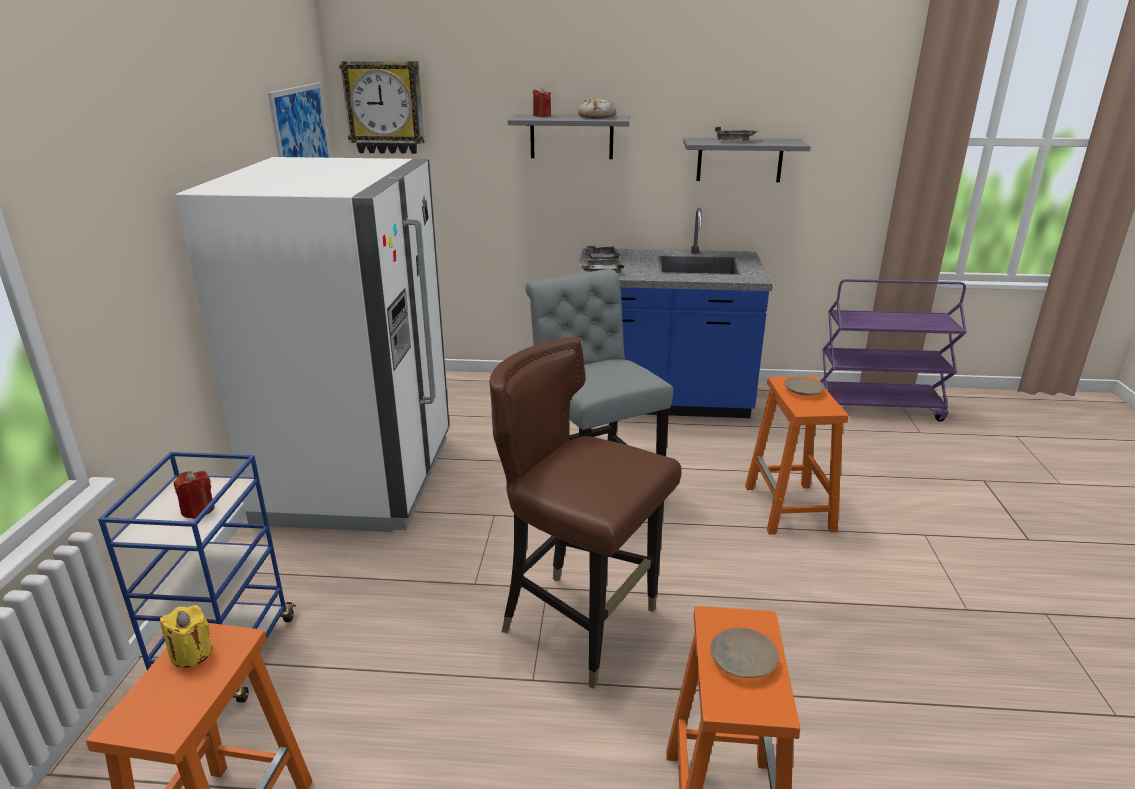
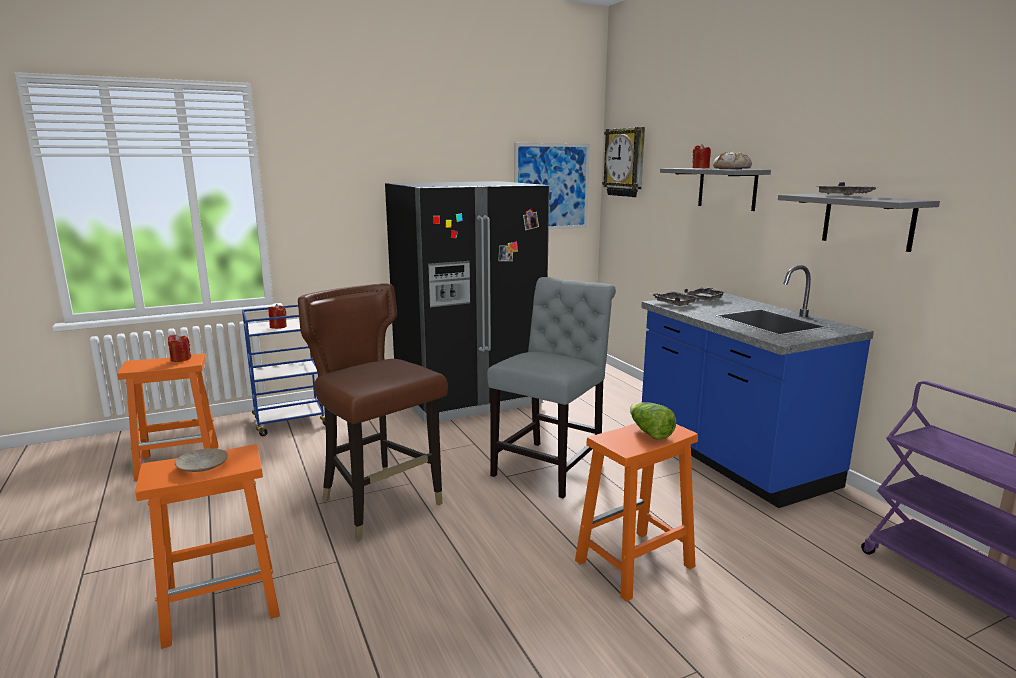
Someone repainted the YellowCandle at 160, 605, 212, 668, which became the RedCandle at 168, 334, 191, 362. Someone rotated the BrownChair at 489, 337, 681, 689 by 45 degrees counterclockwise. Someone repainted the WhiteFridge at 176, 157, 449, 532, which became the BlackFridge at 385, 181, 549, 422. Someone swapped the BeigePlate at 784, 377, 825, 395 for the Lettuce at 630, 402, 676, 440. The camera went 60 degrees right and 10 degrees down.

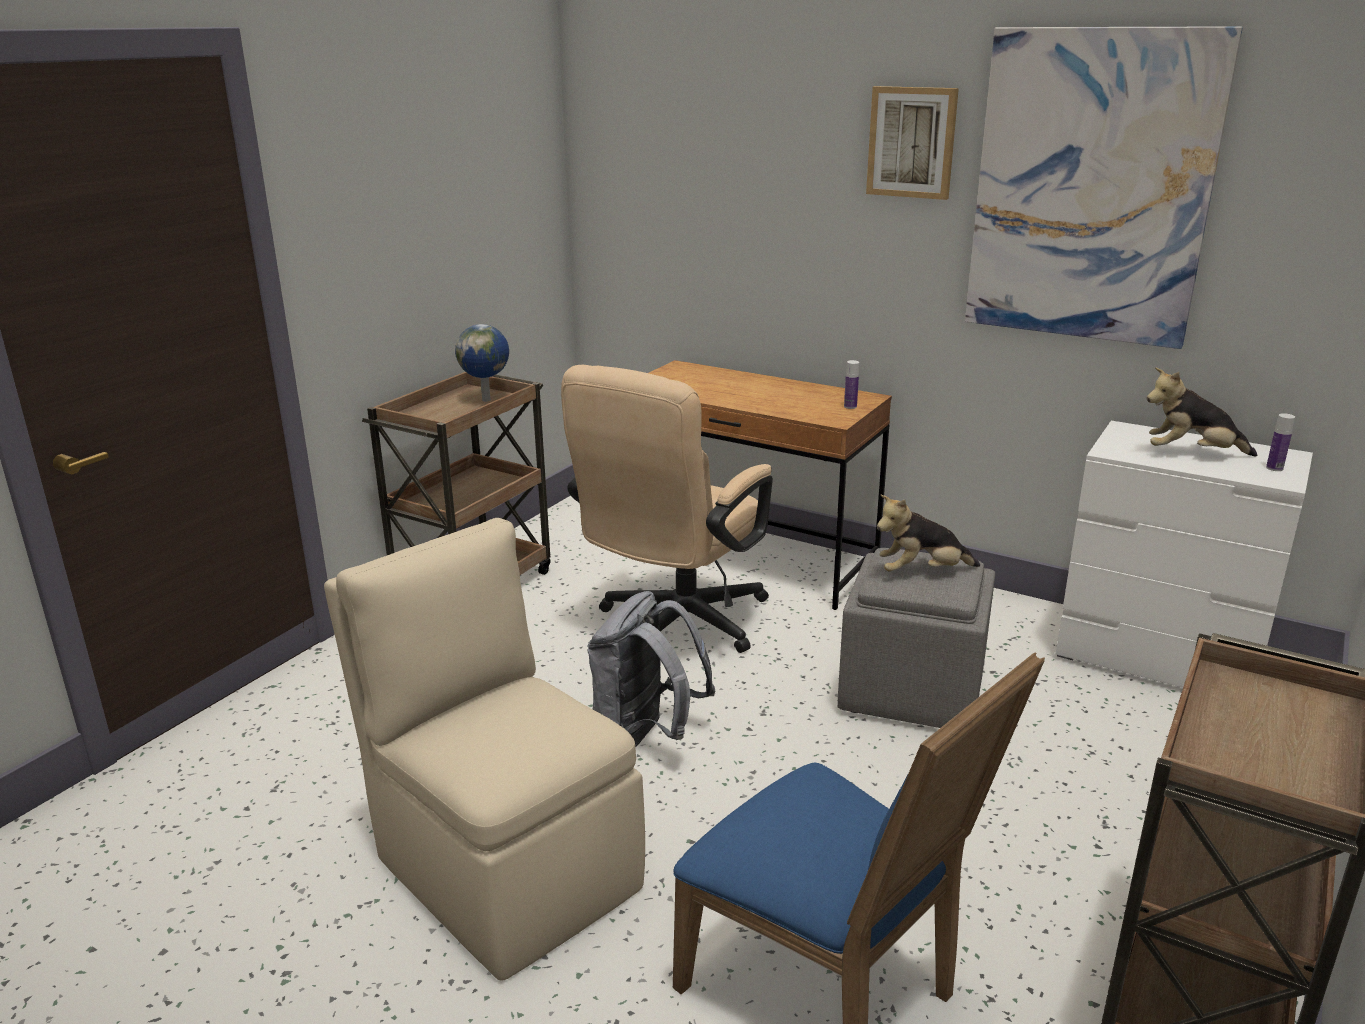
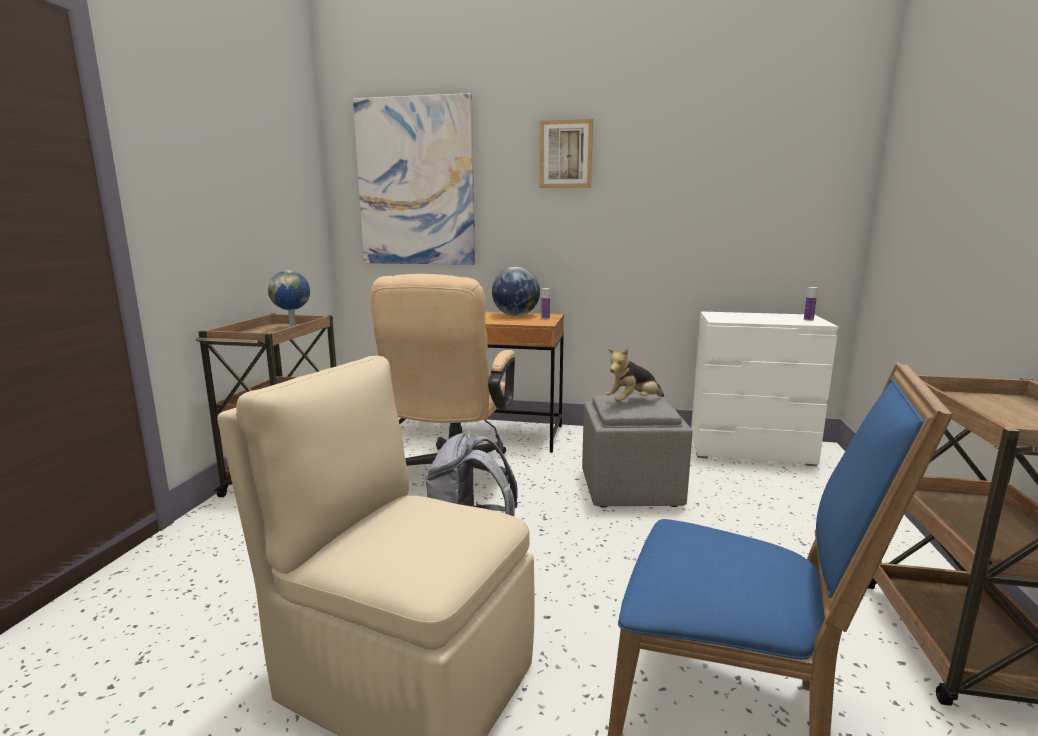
Someone carried the Picture from 965, 26, 1243, 349 to 353, 93, 475, 265. Someone put down the Globe at 492, 267, 540, 316. Someone took away the PlushToy at 1147, 367, 1257, 457. The camera went 20 degrees left and 10 degrees down.

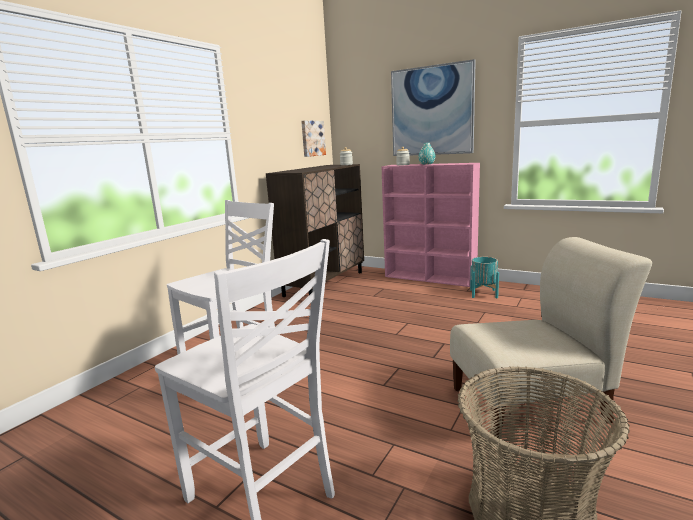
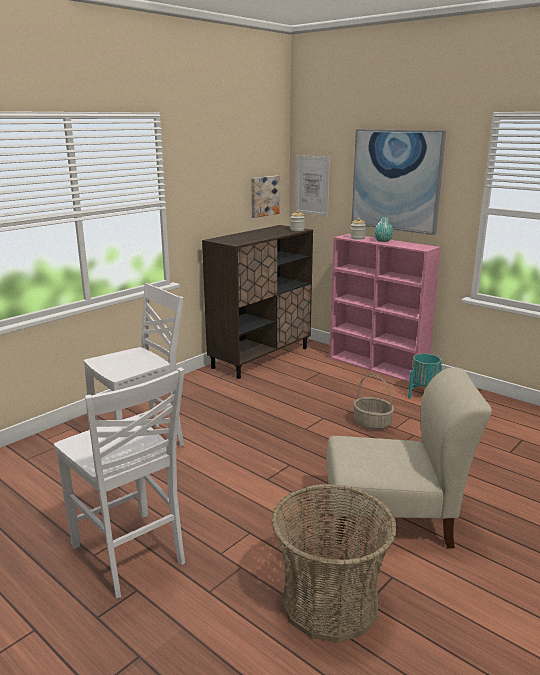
Someone put up the Picture at 296, 155, 330, 217. Someone put down the Basket at 353, 374, 394, 430. The camera went 10 degrees right and 5 degrees up.

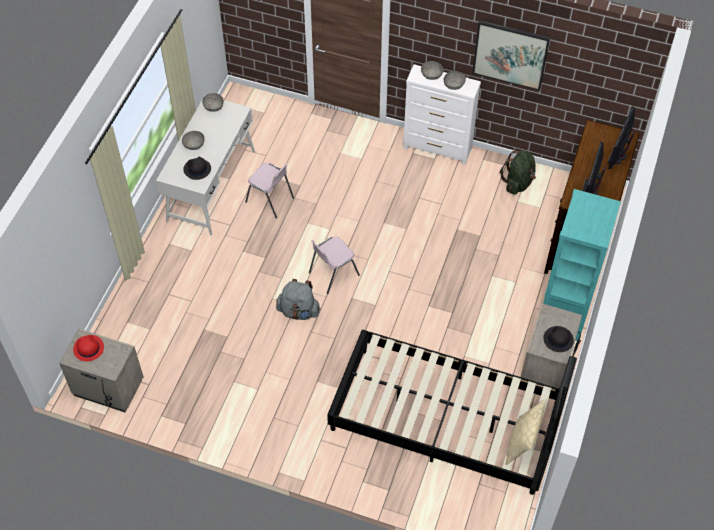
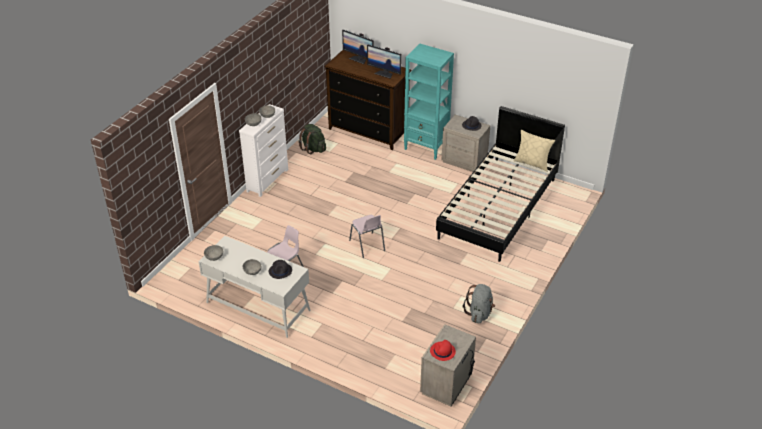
Someone carried the GreyBackpack from 276, 279, 321, 320 to 463, 284, 495, 323. Someone took away the Picture at 472, 20, 550, 91. The camera went 80 degrees left and 15 degrees down.

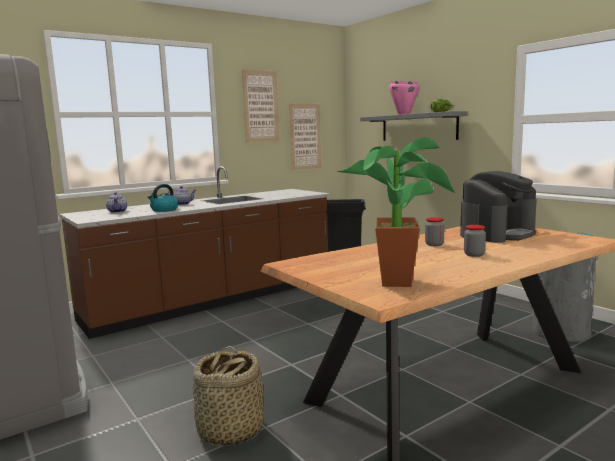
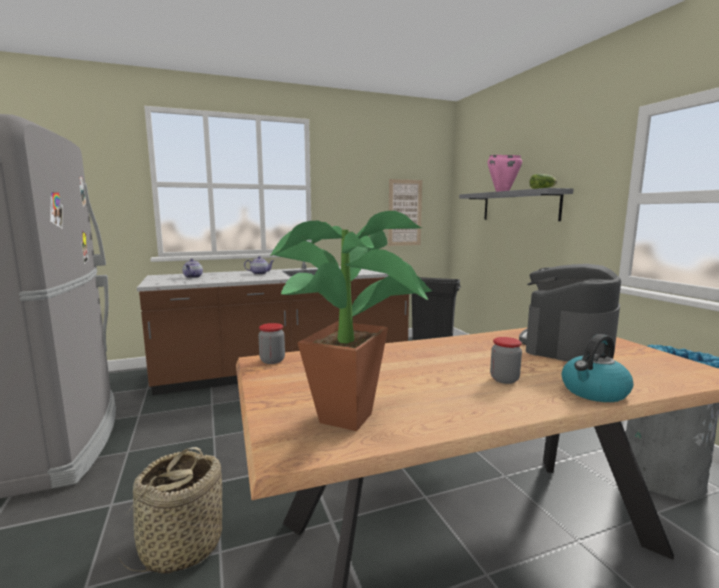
Someone carried the Jar from 425, 217, 444, 246 to 258, 323, 285, 364. Someone rotated the CoffeeMachine at 460, 171, 537, 243 by 150 degrees clockwise. Someone carried the Kettle from 148, 184, 178, 212 to 562, 334, 633, 402. Someone took away the Picture at 242, 69, 279, 142. The camera went 15 degrees right and 0 degrees up.

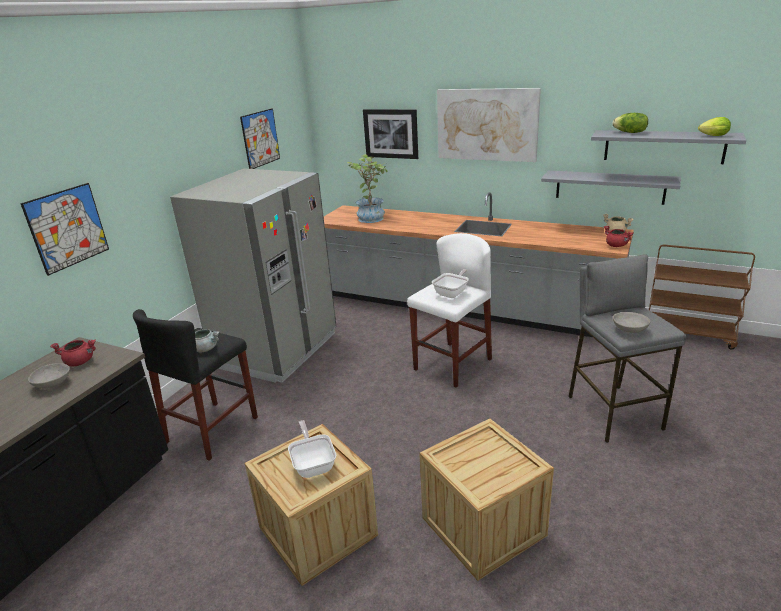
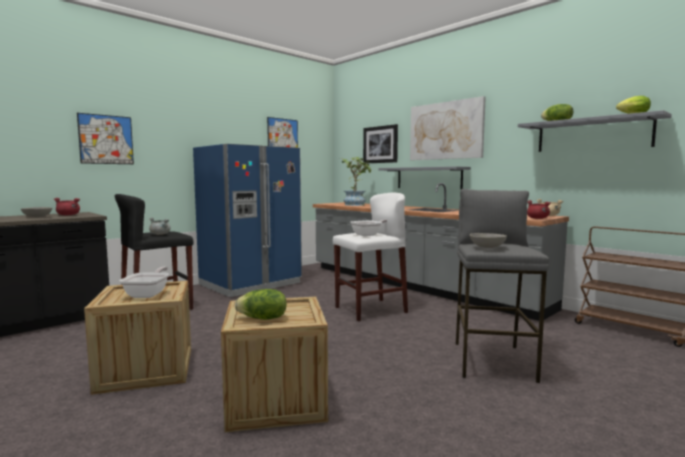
Someone repainted the GreyFridge at 170, 169, 336, 383, which became the BlueFridge at 193, 144, 302, 297. Someone put down the Lettuce at 235, 289, 287, 320. Someone carried the GreyShelf from 541, 170, 681, 205 to 379, 166, 471, 189. The camera went 20 degrees right and 20 degrees down.

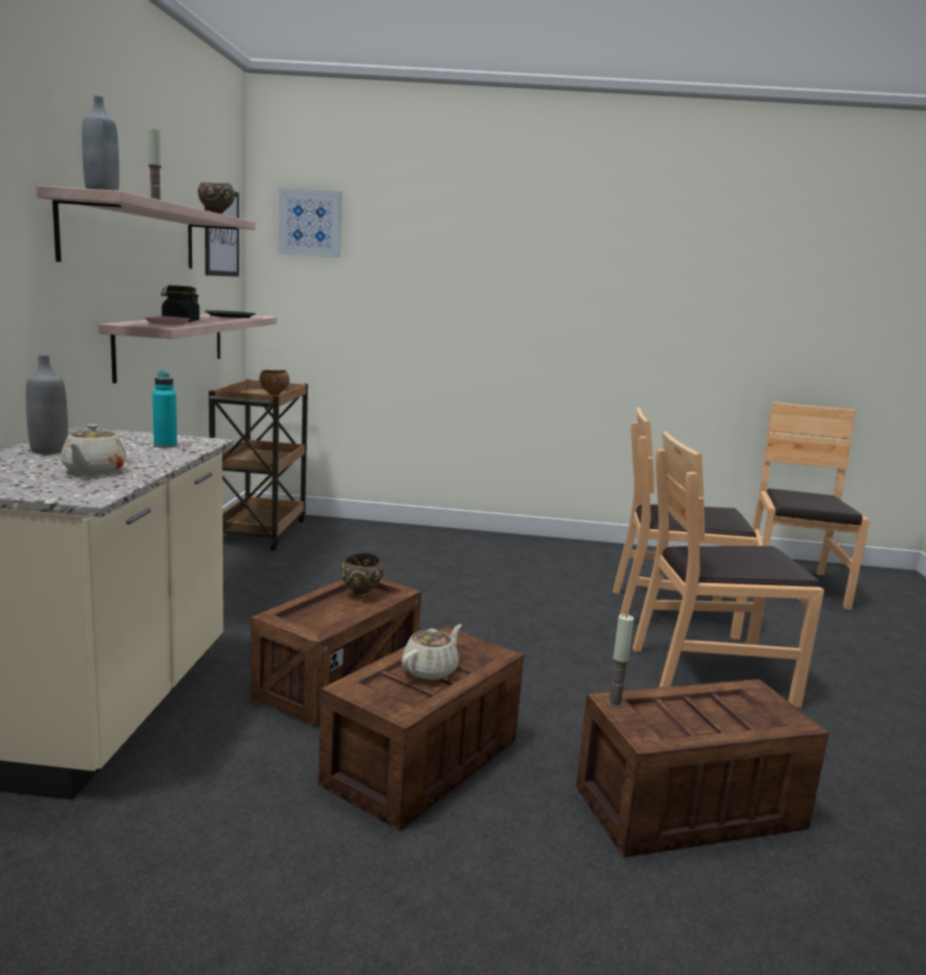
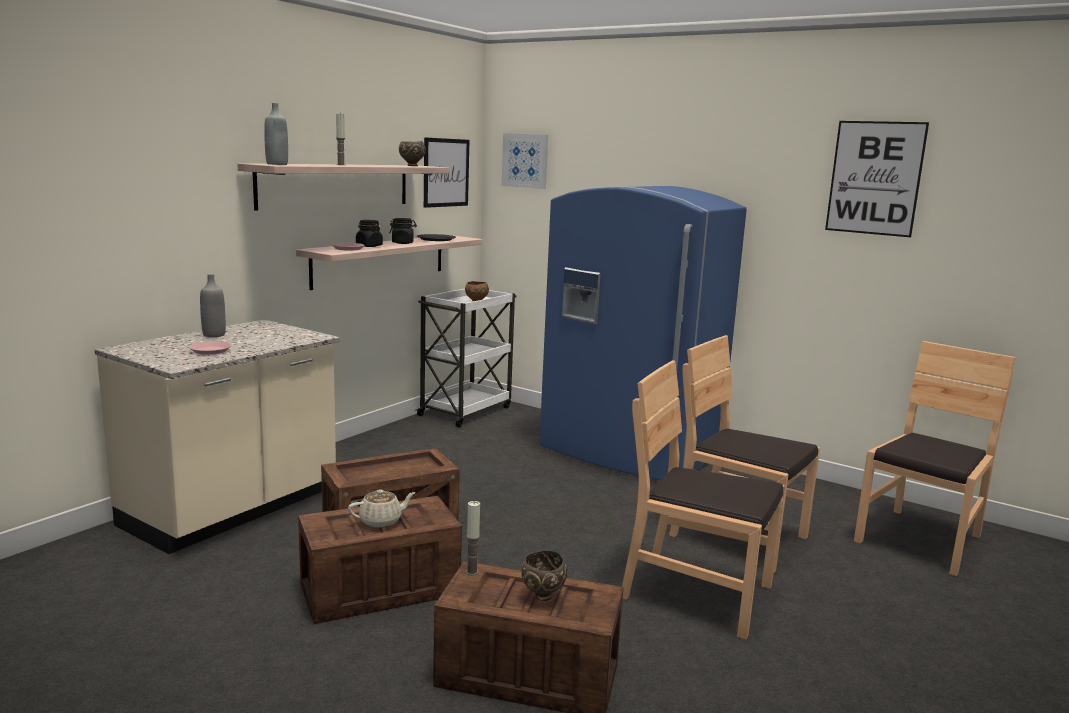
Someone swapped the BeigeTeapot at 61, 424, 127, 475 for the PinkPlate at 189, 341, 231, 355. Someone put down the BlackJar at 389, 218, 417, 244. Someone repainted the BrownCart at 209, 379, 308, 551, which became the WhiteCart at 416, 289, 516, 427. Someone carried the BrownBowl from 341, 553, 383, 598 to 521, 551, 568, 601. Someone put down the BlueFridge at 539, 186, 747, 480. Someone put up the Picture at 825, 121, 929, 237. Someone took away the TurquoiseBottle at 152, 371, 177, 448. The camera went 30 degrees right and 0 degrees up.

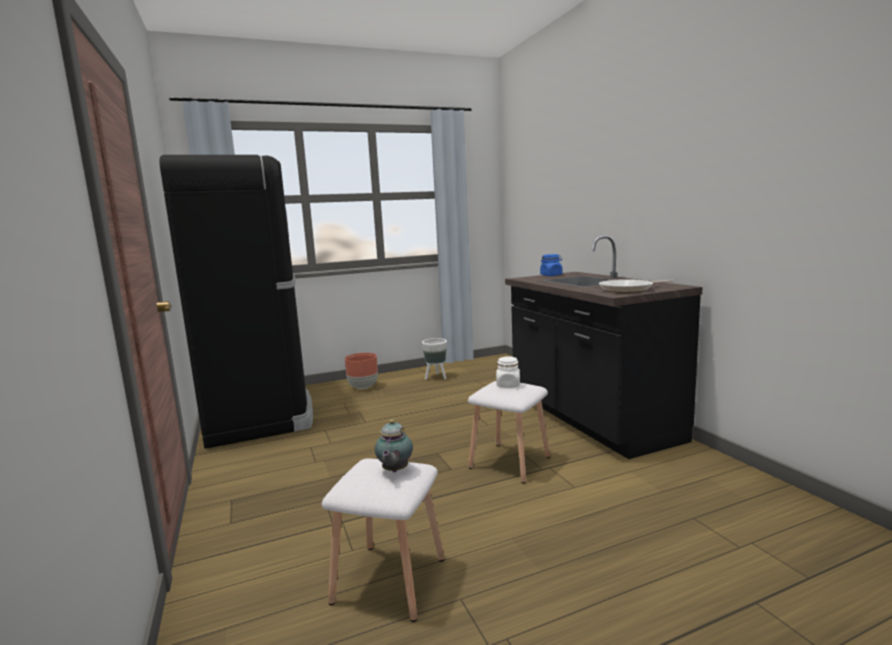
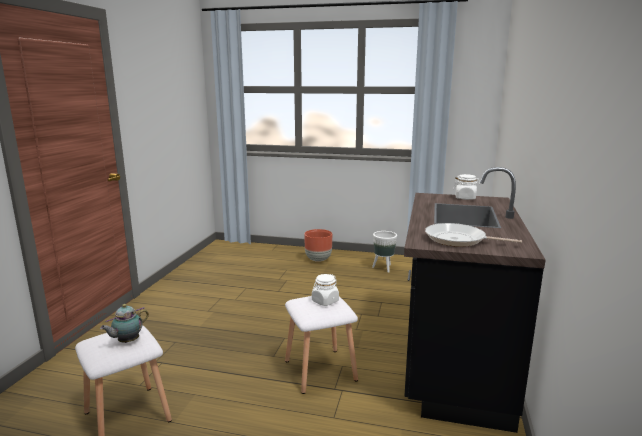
Someone repainted the BlueJar at 540, 254, 562, 276, which became the WhiteJar at 453, 174, 480, 200. Someone took away the BlackFridge at 159, 155, 313, 449. The camera went 35 degrees right and 5 degrees up.

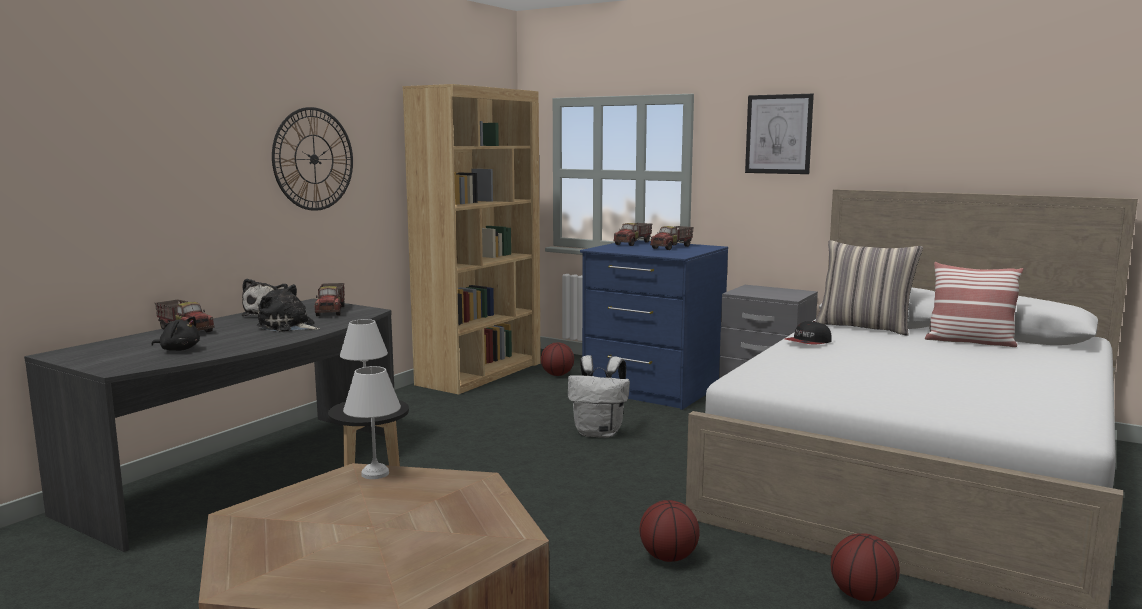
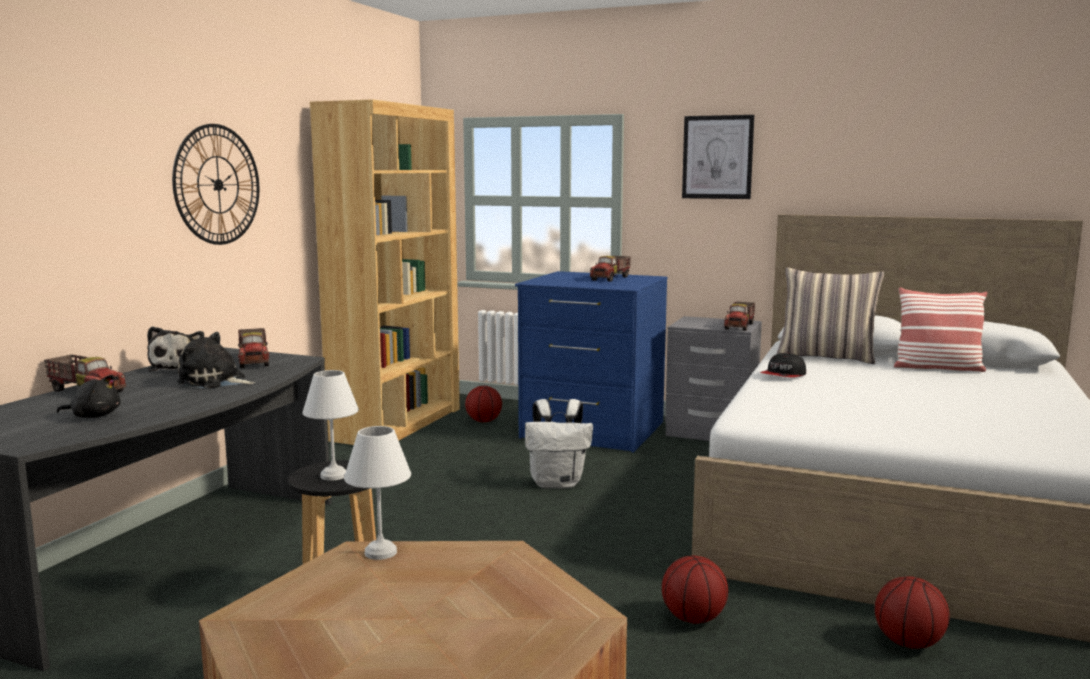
Someone carried the ToyTruck from 614, 223, 652, 246 to 724, 302, 755, 331. The camera went 10 degrees left and 0 degrees up.

